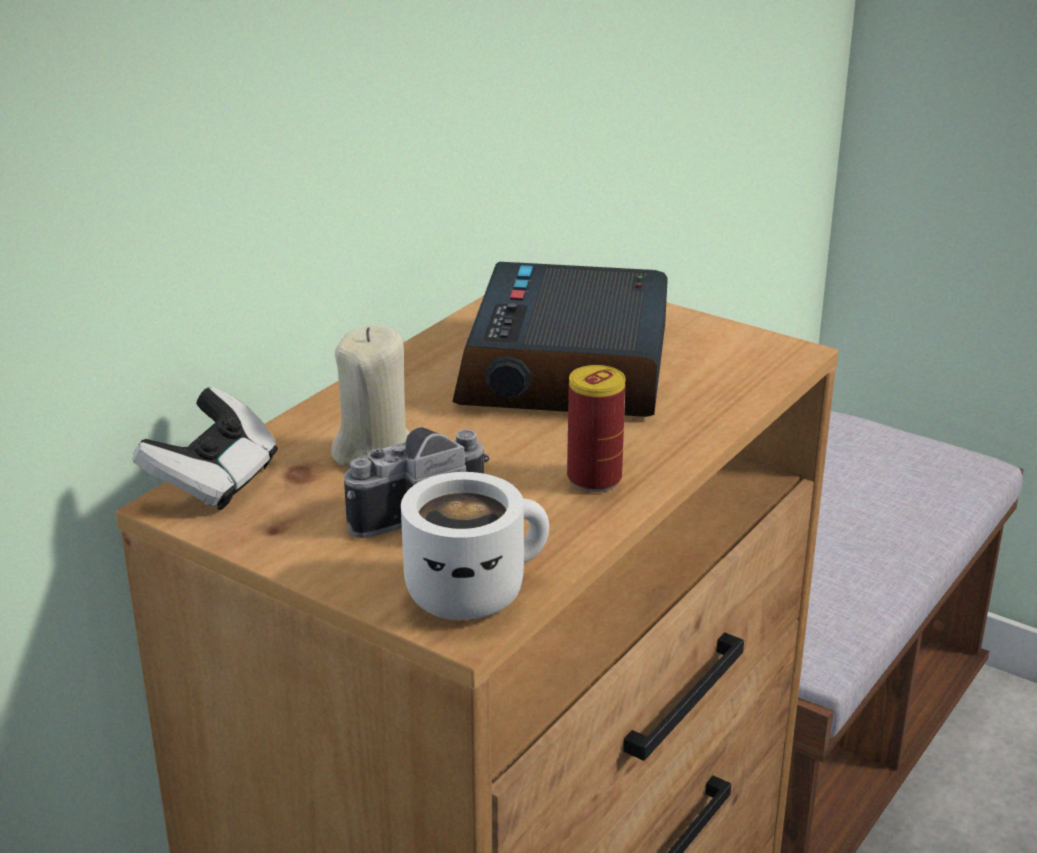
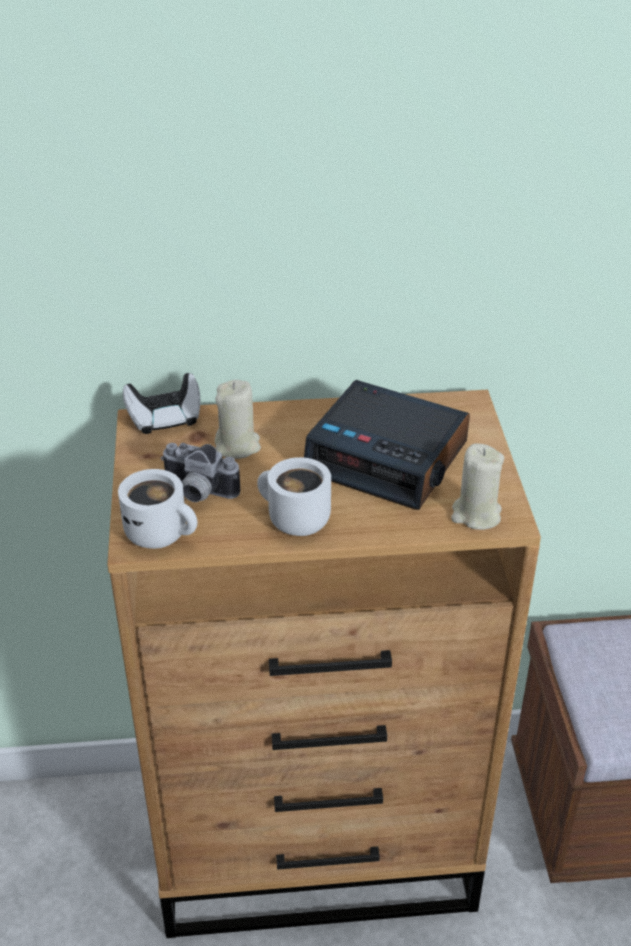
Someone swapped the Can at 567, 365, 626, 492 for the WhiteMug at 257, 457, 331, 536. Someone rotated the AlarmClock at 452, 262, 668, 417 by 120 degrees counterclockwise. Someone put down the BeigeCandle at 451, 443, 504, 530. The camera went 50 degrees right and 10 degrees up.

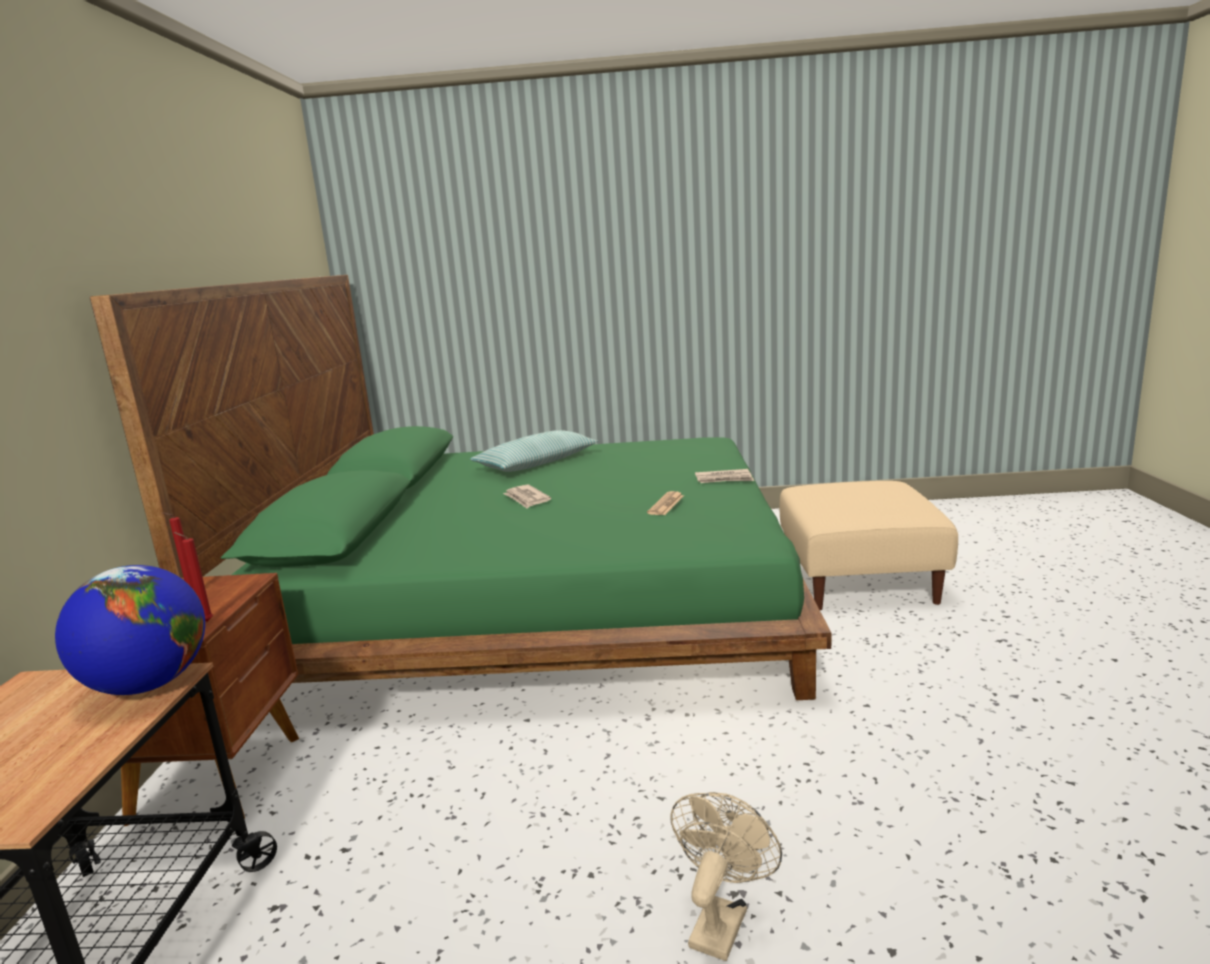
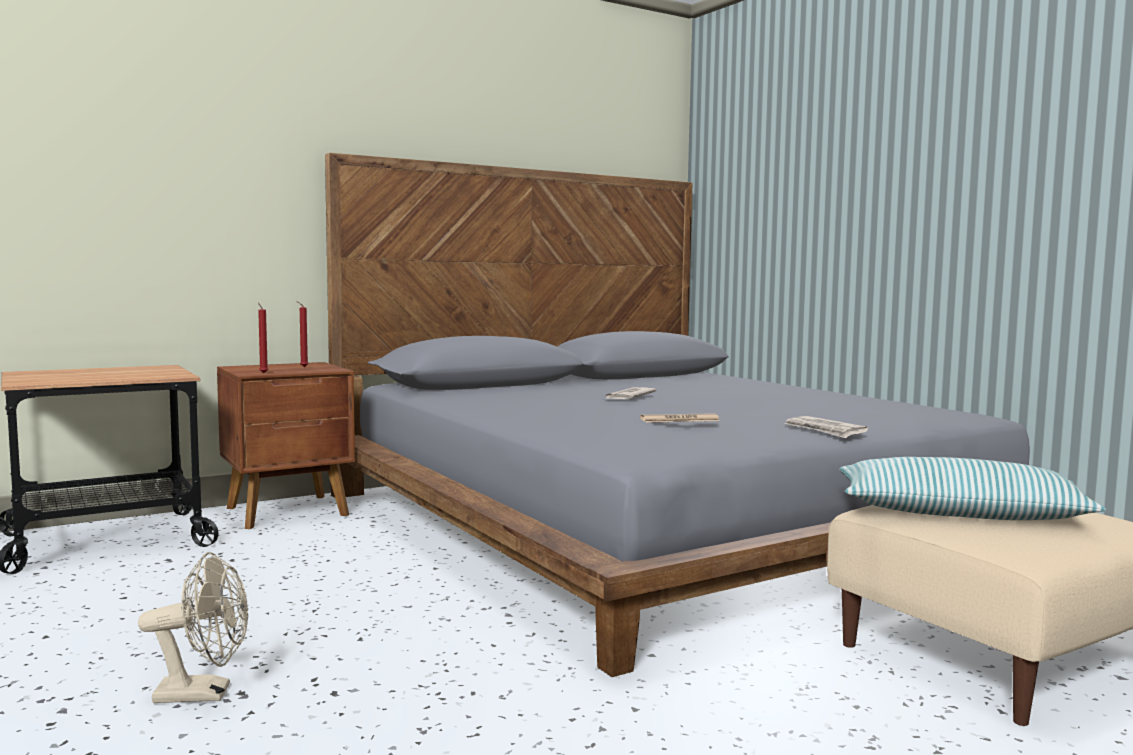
Someone repainted the GreenBed at 90, 275, 832, 700, which became the GreyBed at 325, 153, 1030, 677. Someone carried the Pillow from 470, 430, 598, 472 to 839, 457, 1106, 520. Someone took away the Globe at 55, 565, 205, 695. The camera went 55 degrees right and 10 degrees down.

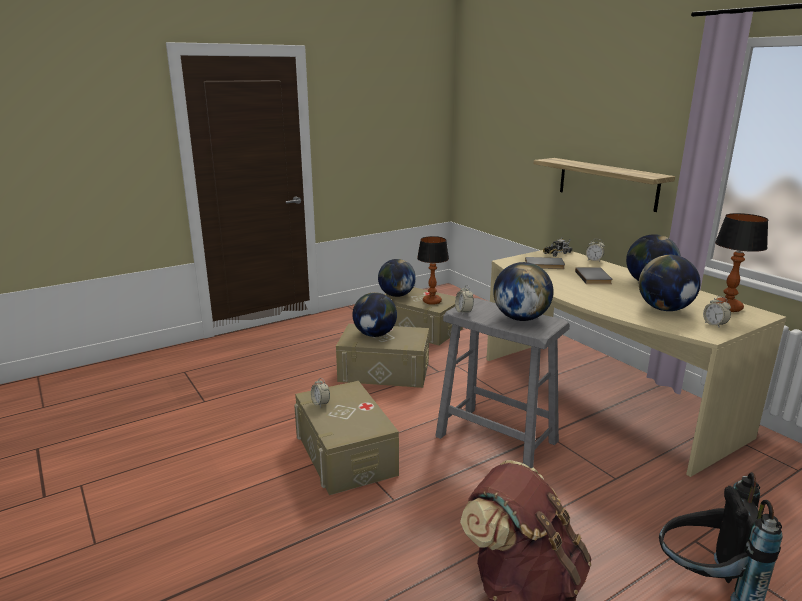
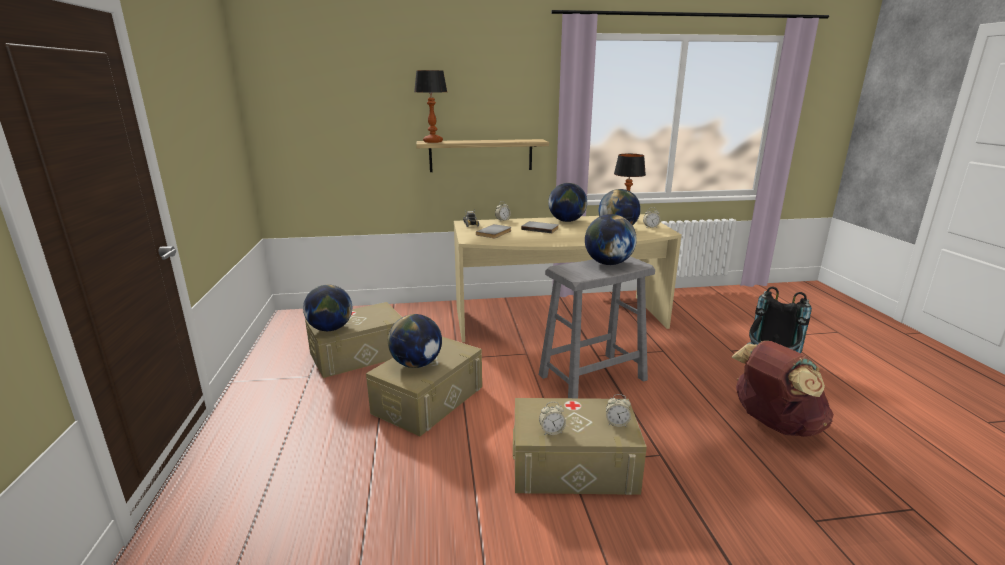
Someone carried the TableLamp from 417, 236, 449, 305 to 414, 70, 447, 143. Someone carried the AlarmClock from 455, 285, 474, 314 to 606, 394, 631, 427. The camera went 65 degrees left and 0 degrees up.

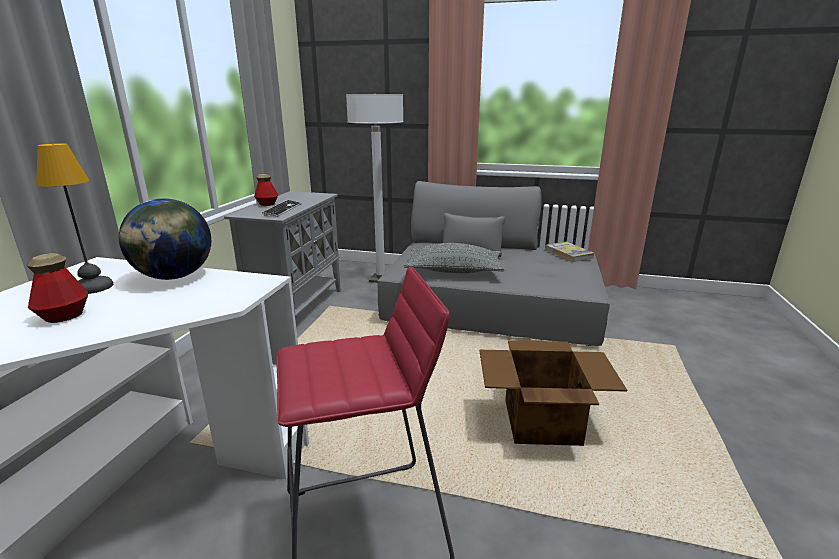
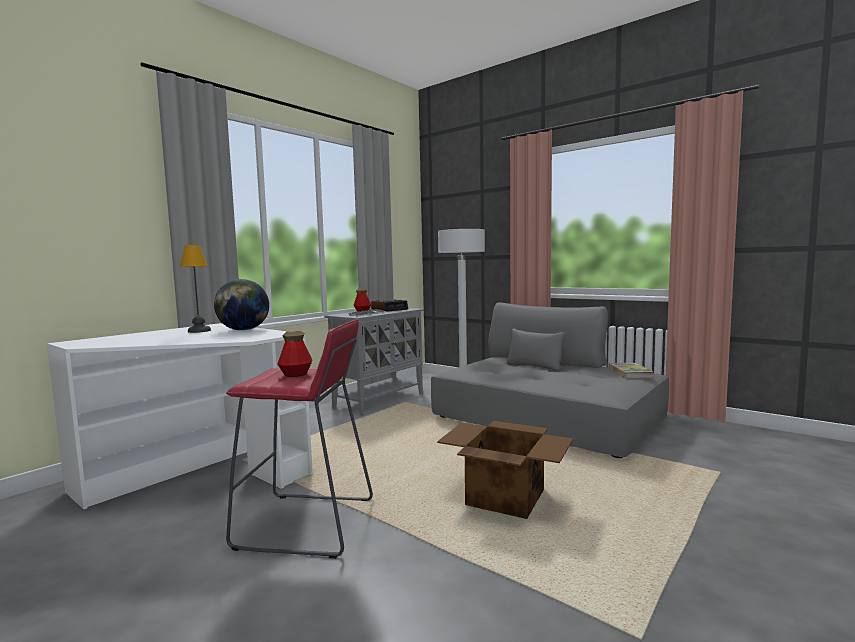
Someone carried the Bottle from 27, 253, 88, 323 to 277, 330, 313, 377. Someone put down the AlarmClock at 371, 299, 408, 312. Someone took away the GreyPillow at 404, 243, 504, 273. The camera went 25 degrees right and 15 degrees down.

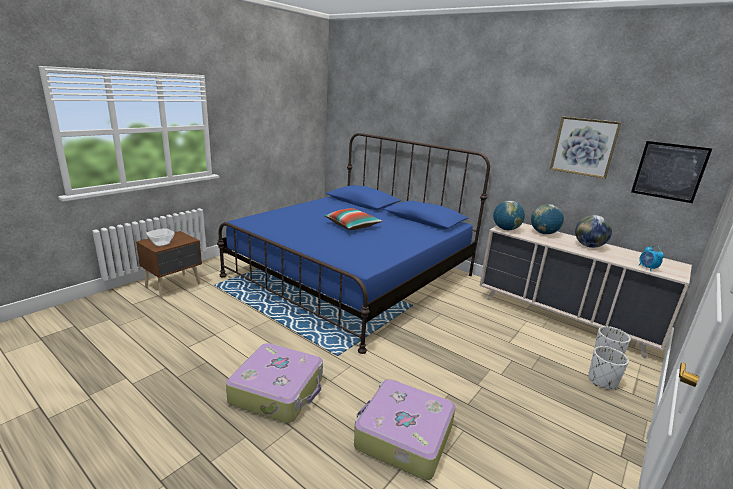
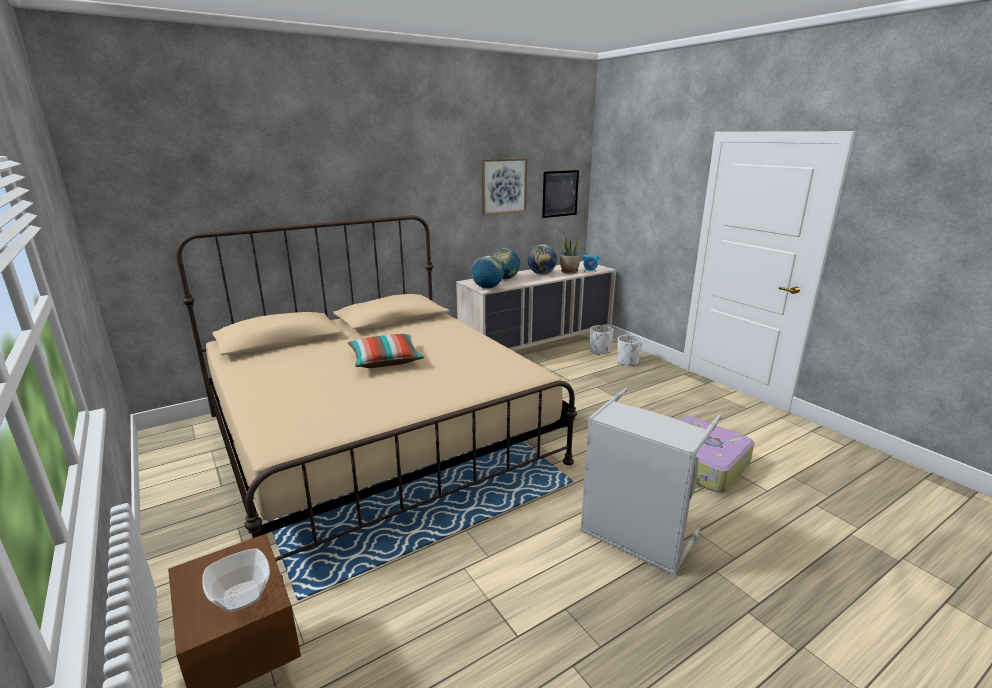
Someone repainted the BlueBed at 217, 133, 490, 354, which became the BeigeBed at 176, 215, 577, 561. Someone put down the PottedPlant at 560, 236, 581, 274. Someone swapped the Suitcase at 226, 343, 323, 423 for the GreyLaundryBasket at 580, 388, 722, 575. The camera went 70 degrees left and 0 degrees up.

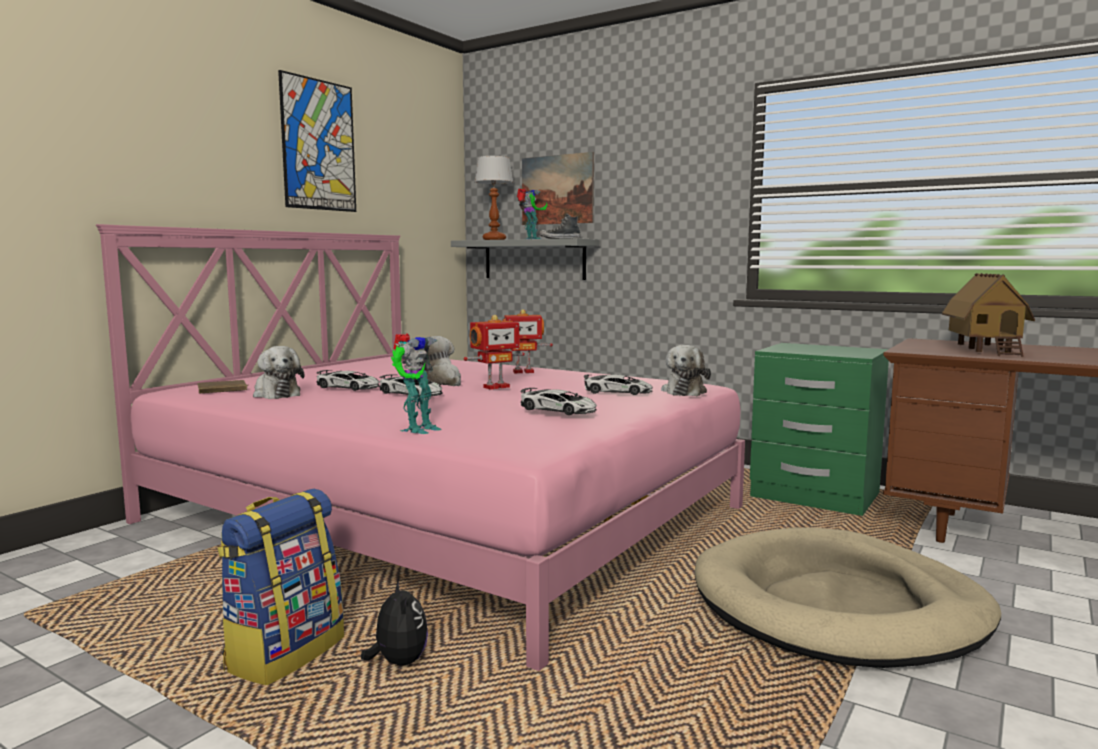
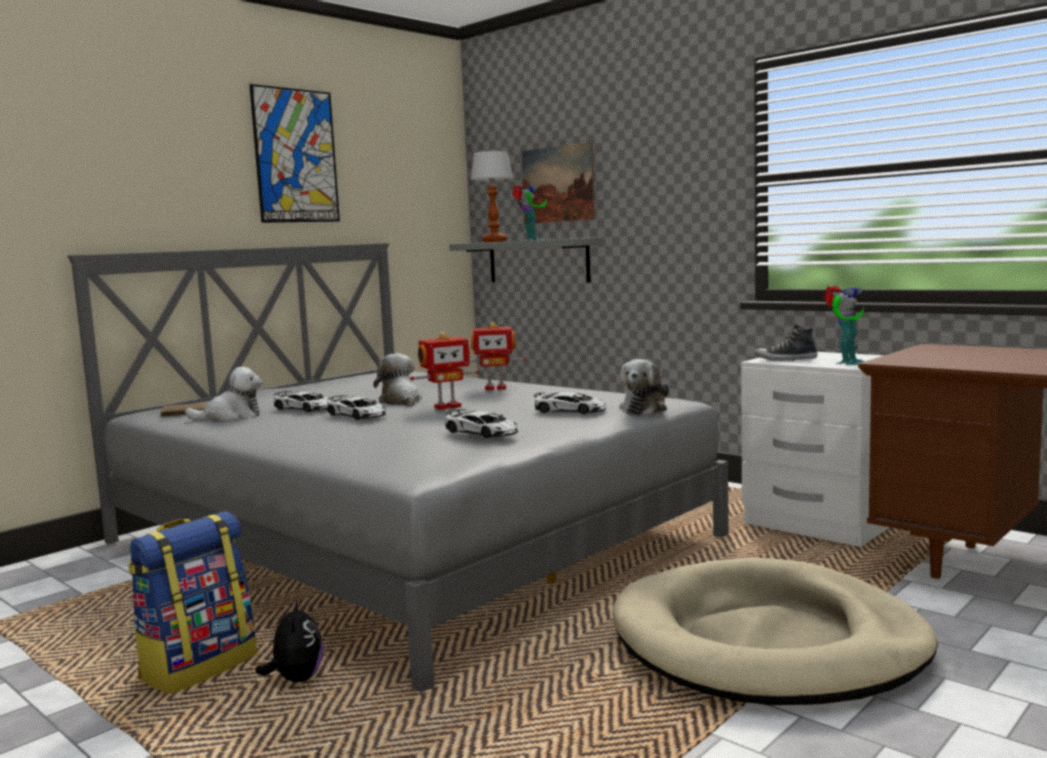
Someone repainted the PinkBed at 96, 224, 745, 671, which became the GreyBed at 67, 243, 729, 693. Someone rotated the PlushToy at 253, 346, 305, 399 by 75 degrees counterclockwise. Someone repainted the GreenNightstand at 750, 343, 889, 516, which became the WhiteNightstand at 741, 352, 890, 547. Someone carried the Shoe from 539, 214, 581, 239 to 754, 323, 817, 361. Someone carried the ToyRobot from 391, 334, 441, 434 to 824, 286, 865, 365. Someone took away the ToyHouse at 942, 273, 1035, 357. The camera went 10 degrees right and 0 degrees up.

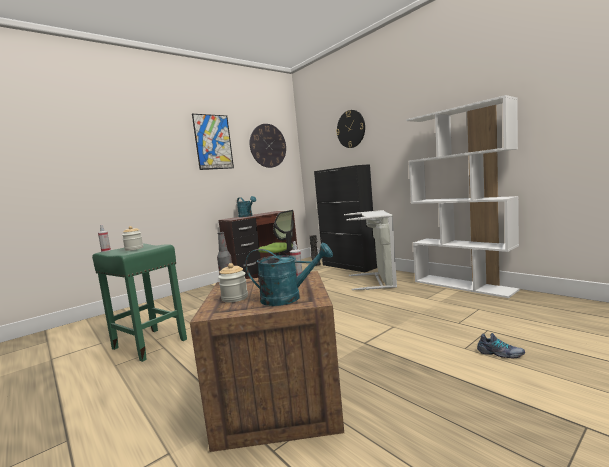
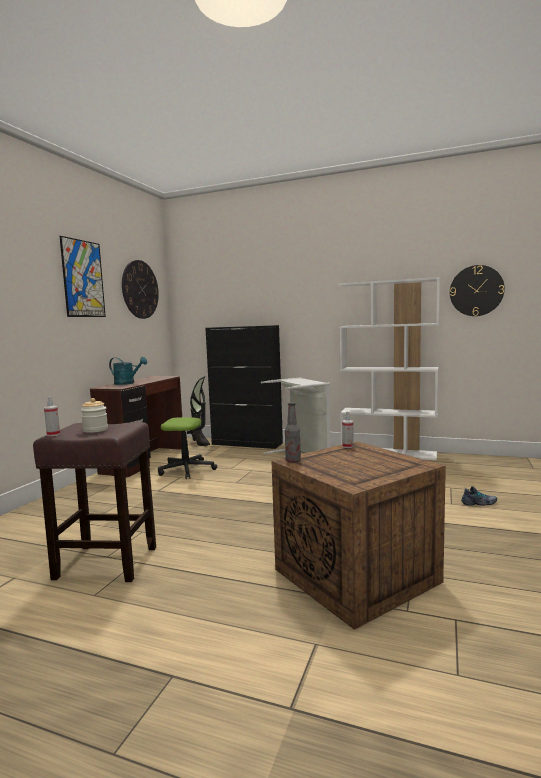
Someone repainted the GreenStool at 92, 244, 187, 362, which became the BrownStool at 33, 422, 156, 582. Someone carried the WallClock from 336, 110, 365, 148 to 450, 265, 505, 316. Someone took away the Jar at 218, 263, 248, 303. Someone took away the TurquoiseWateringCan at 245, 243, 333, 306. The camera went 30 degrees left and 0 degrees up.

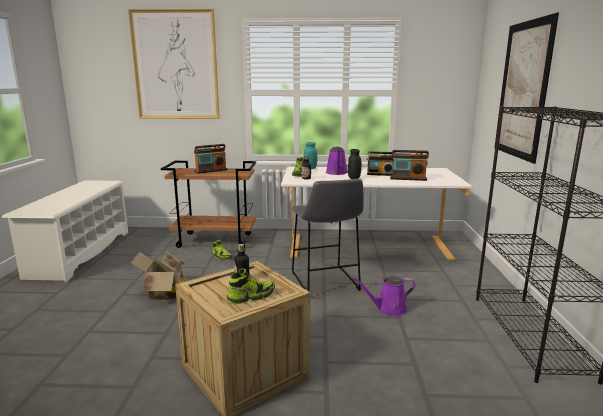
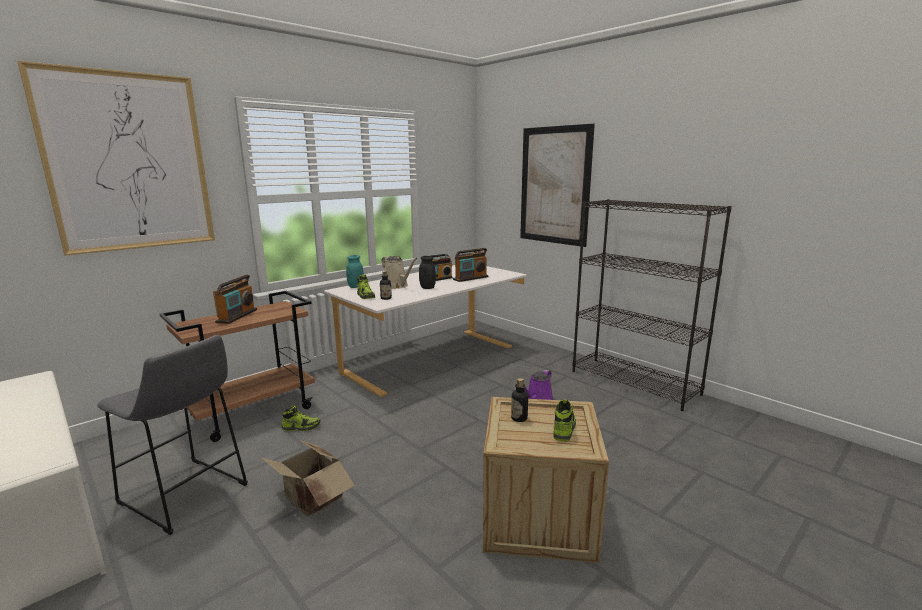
Someone carried the GreyStool from 292, 178, 364, 291 to 97, 335, 248, 535. Someone repainted the PurpleWateringCan at 326, 147, 348, 175, which became the BeigeWateringCan at 381, 256, 418, 289. The camera went 45 degrees left and 0 degrees up.

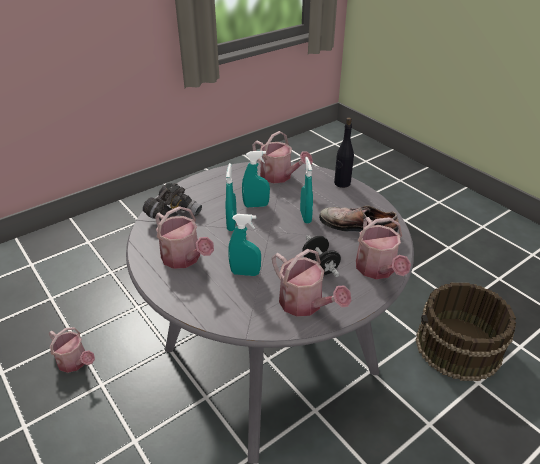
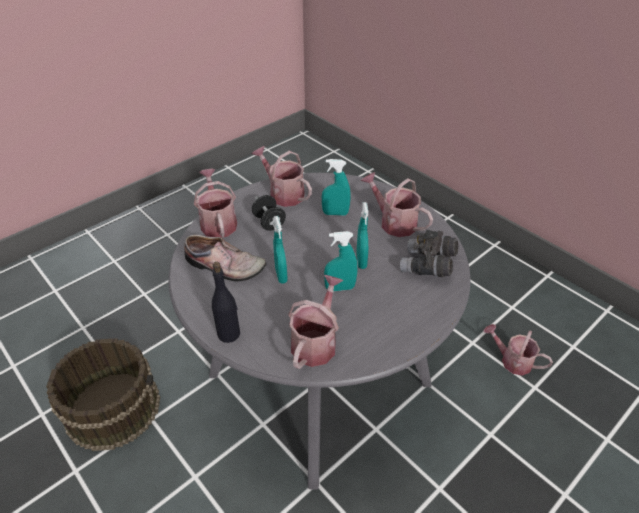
Someone rotated the WateringCan at 252, 131, 313, 184 by 75 degrees clockwise. The camera went 175 degrees right and 5 degrees up.

